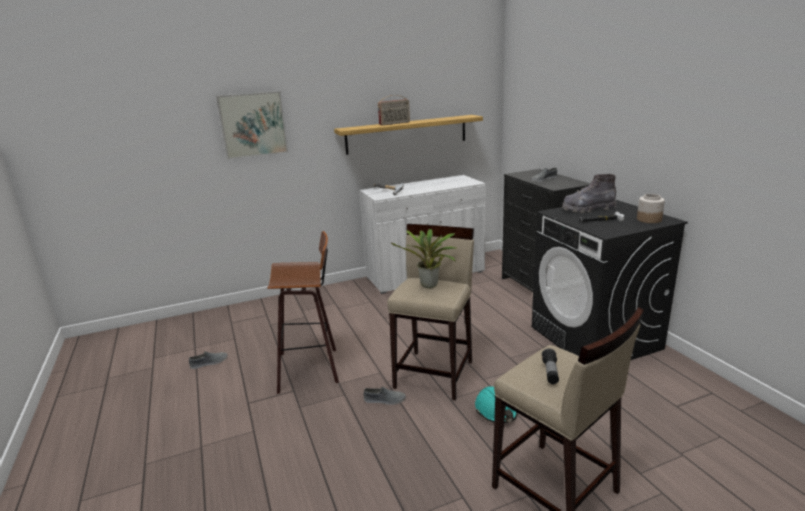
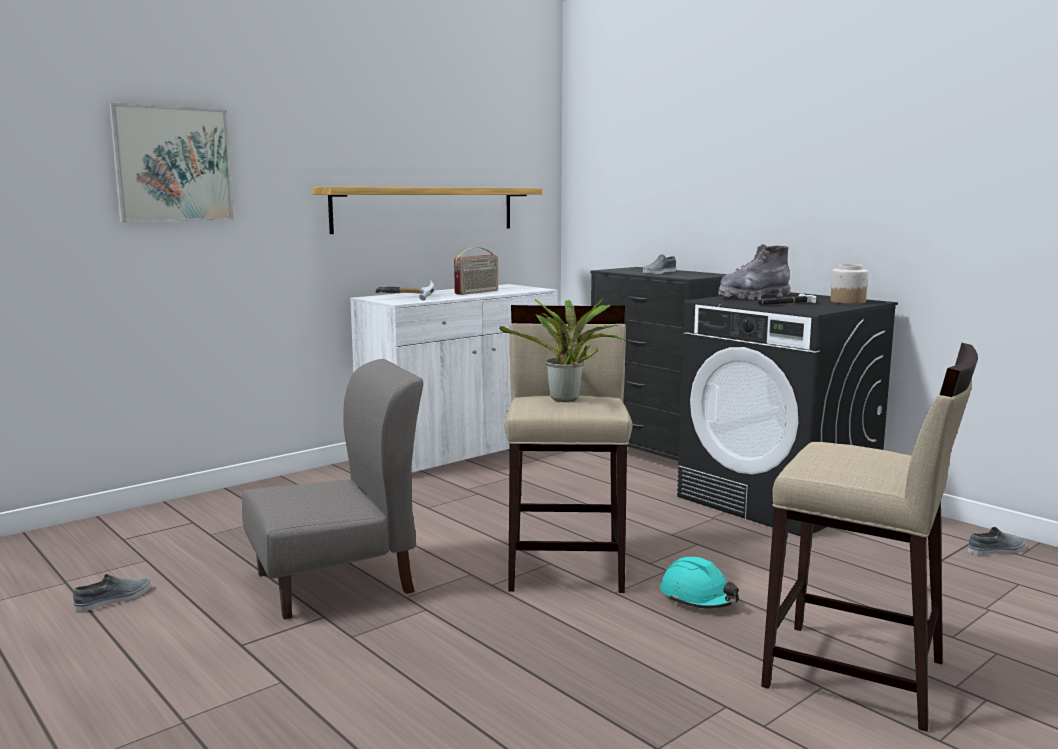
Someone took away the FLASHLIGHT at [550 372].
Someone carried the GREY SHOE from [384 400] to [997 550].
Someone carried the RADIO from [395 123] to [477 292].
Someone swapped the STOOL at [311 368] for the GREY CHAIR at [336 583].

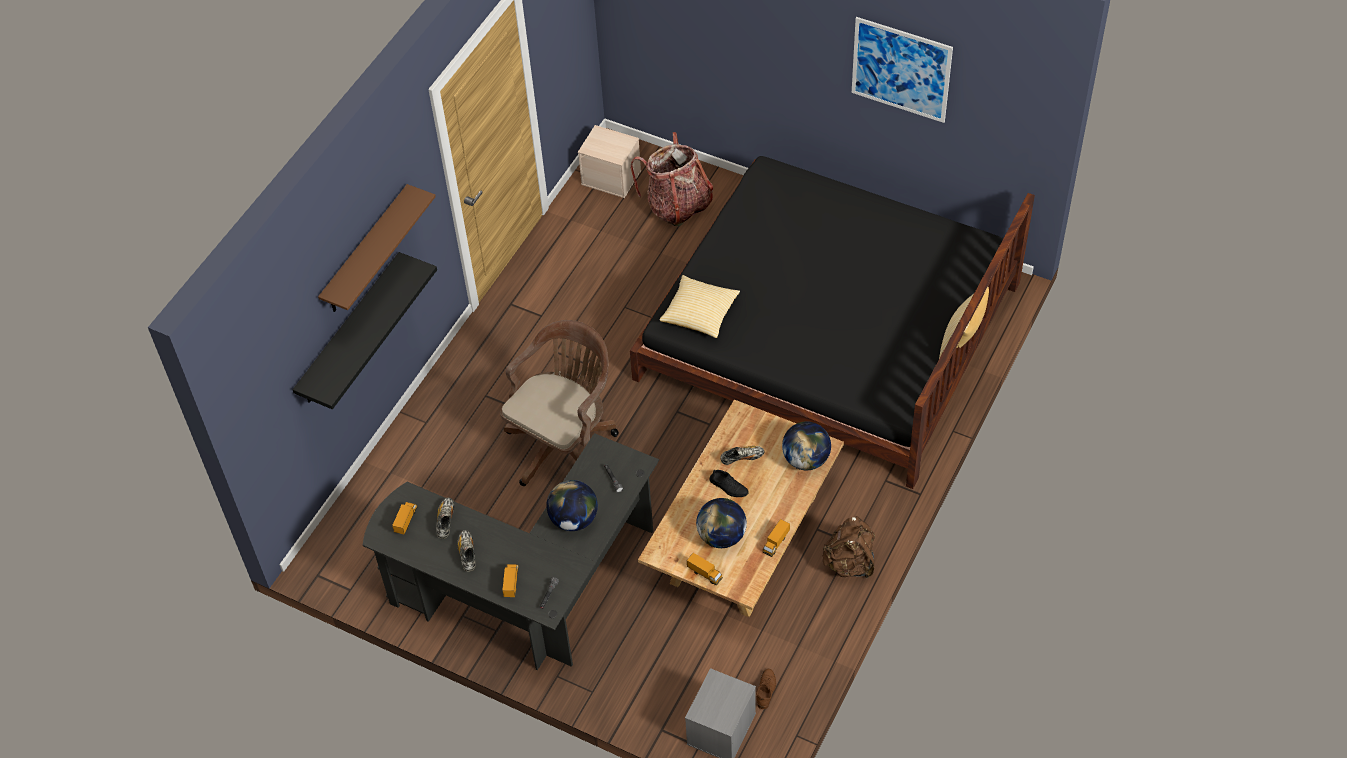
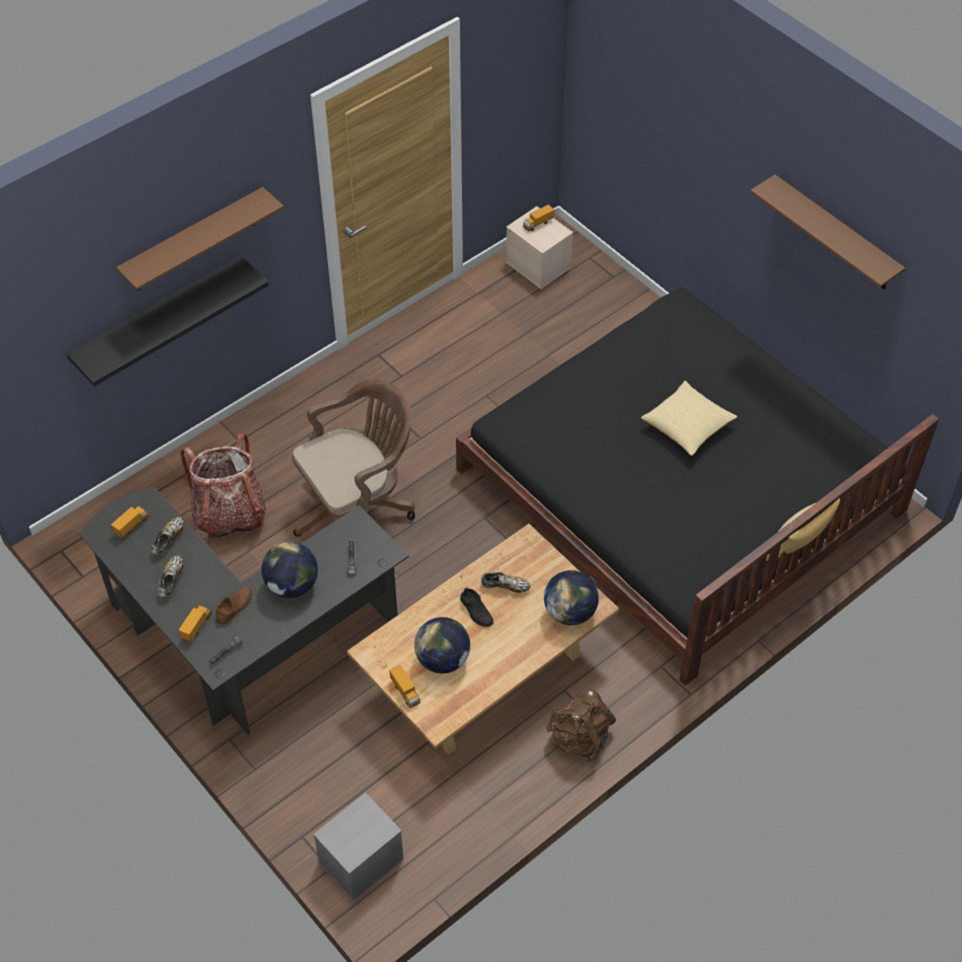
Someone carried the BACKPACK from [677 205] to [230 514].
Someone carried the PILLOW from [699 314] to [687 426].
Someone carried the BROWN SHOE from [766 690] to [234 607].
Someone carried the TOY TRUCK from [776 543] to [538 224].
Someone swapped the PICTURE at [901 69] for the BROWN SHELF at [835 235].

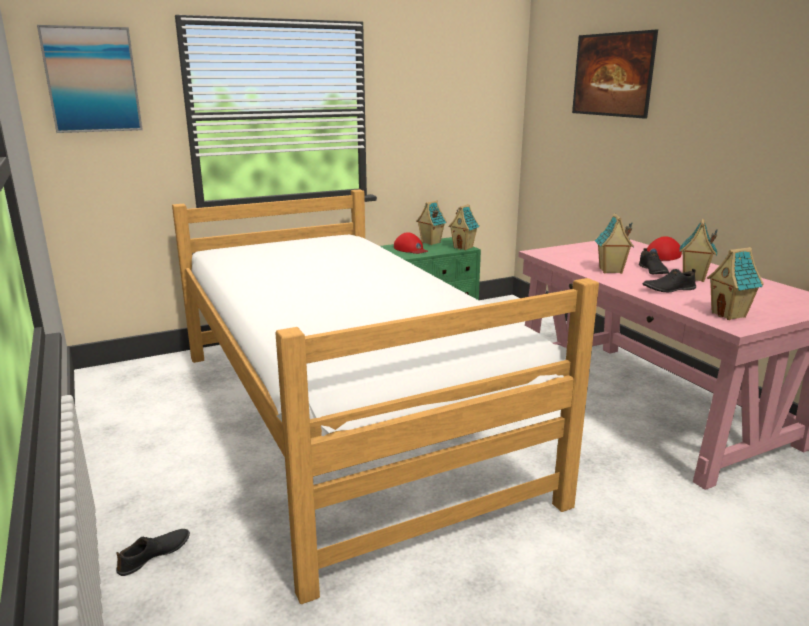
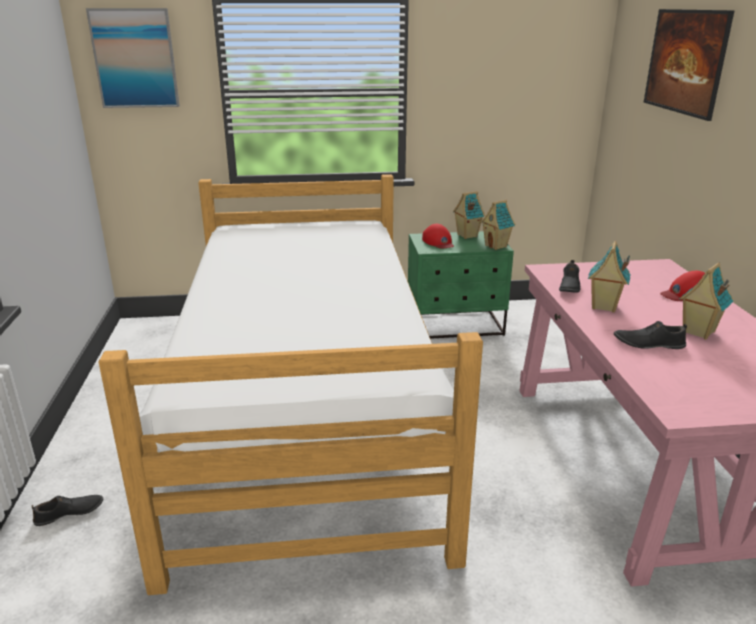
Someone took away the TOY HOUSE at [729 315].
Someone carried the BLACK SHOE from [652 271] to [569 286].

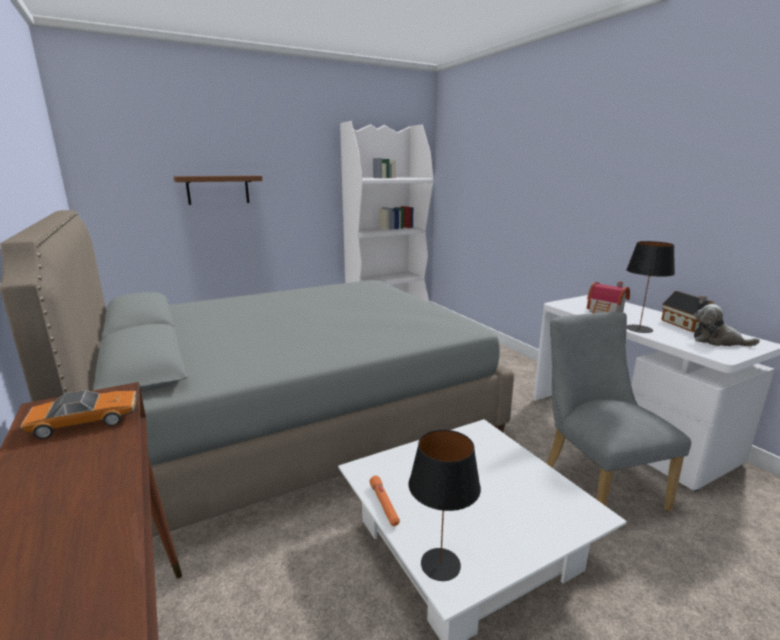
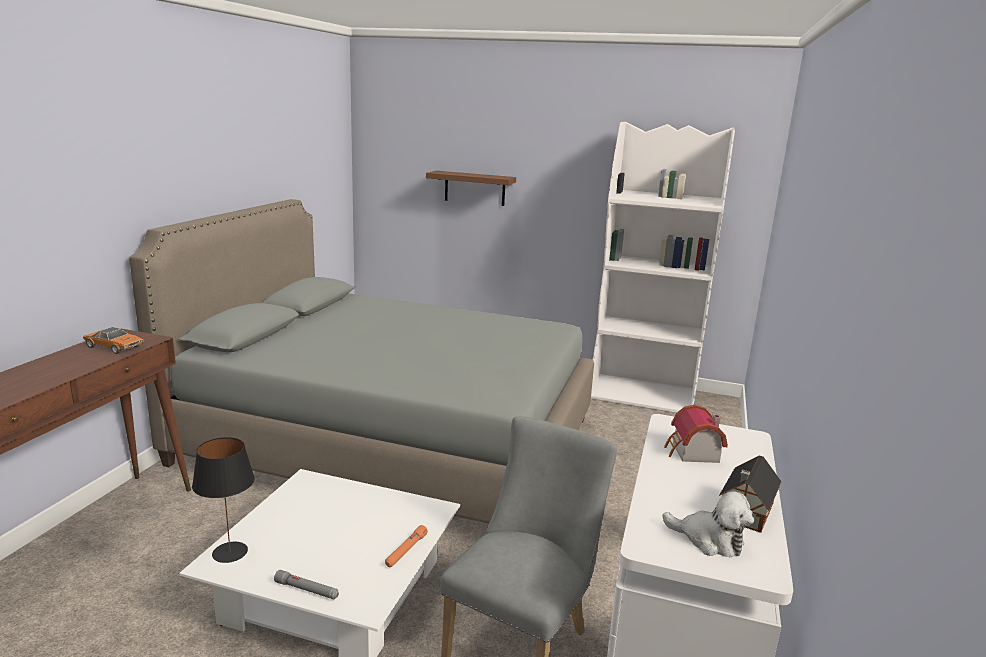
Someone took away the BLACK TABLE LAMP at [638 329].
Someone put down the GREY FLASHLIGHT at [307 590].
Someone carried the ORANGE FLASHLIGHT from [384 505] to [406 551].
Someone rotated the PLUSH TOY at [717 341] by 135 degrees clockwise.

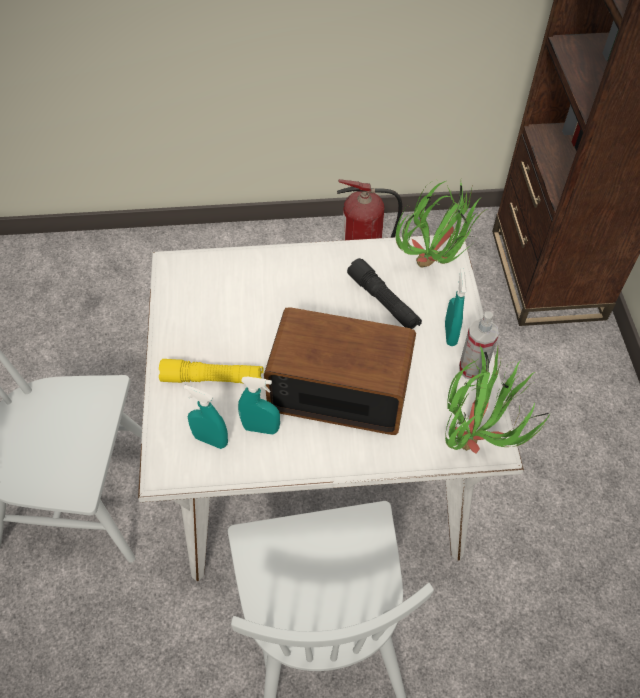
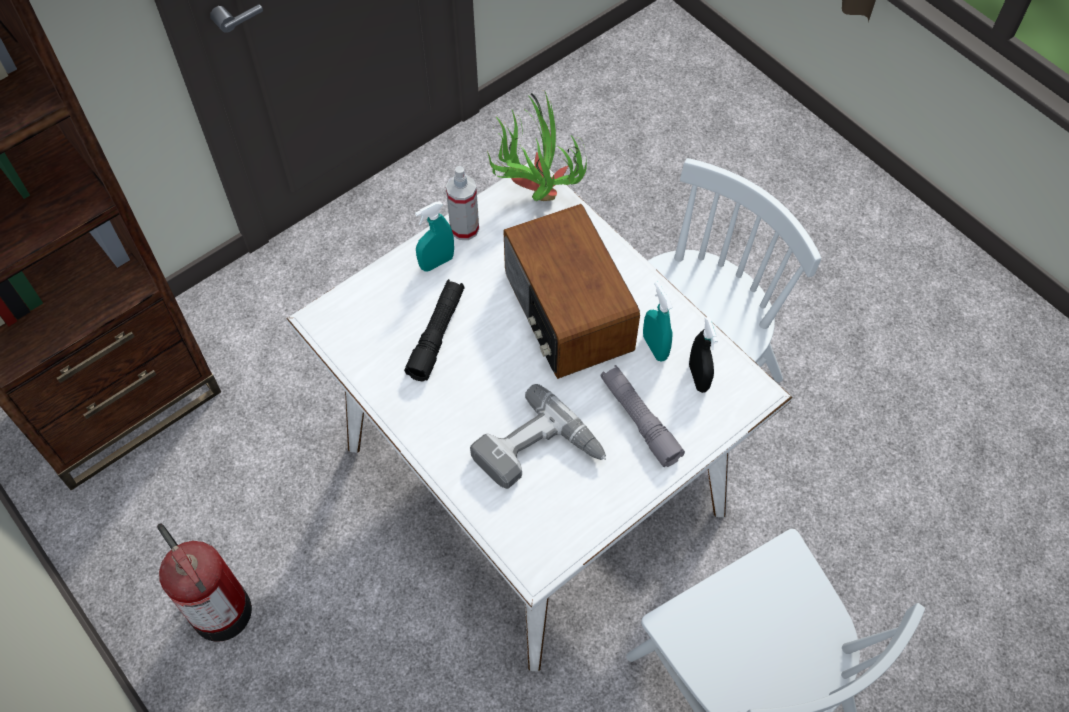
Someone took away the POTTED PLANT at [435 264].
Someone put down the POWER DRILL at [538 454].
Someone repainted the YELLOW FLASHLIGHT at [213 379], which became the GREY FLASHLIGHT at [639 420].
Someone repainted the TURQUOISE SPRAY BOTTLE at [211 440], which became the BLACK SPRAY BOTTLE at [698 377].

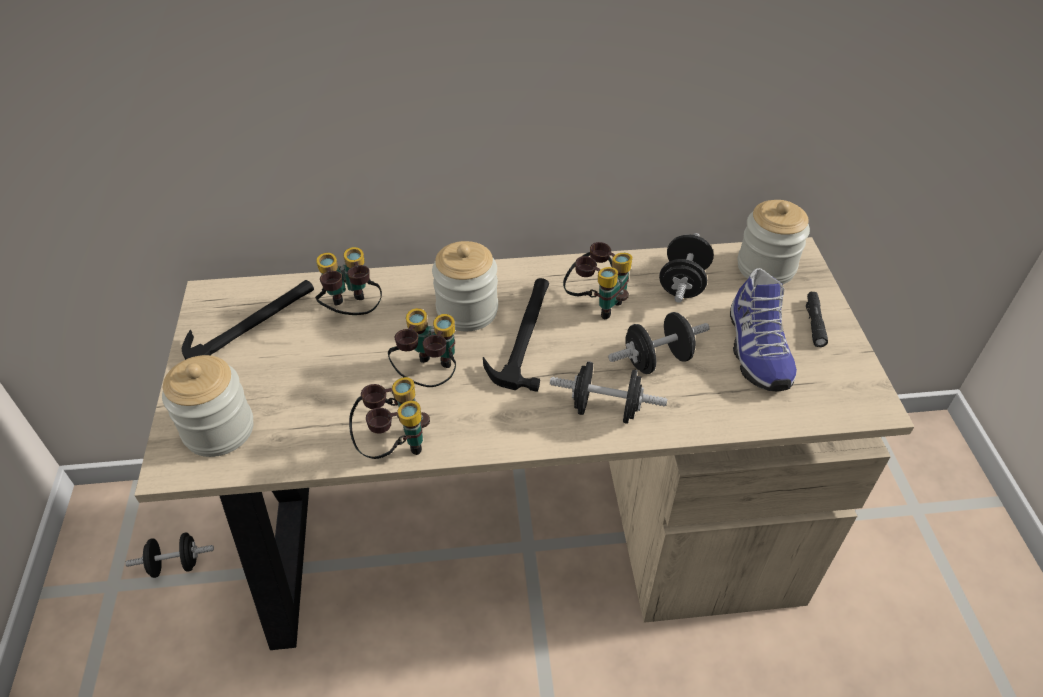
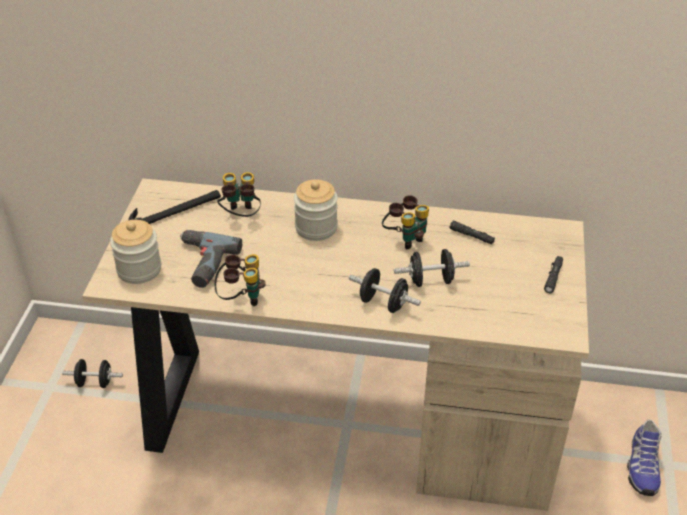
Someone took away the BINOCULARS at [428 376].
Someone took away the HAMMER at [524 334].
Someone took away the JAR at [766 267].
Someone put down the POWER DRILL at [201 263].
Someone carried the SHOE from [755 349] to [641 466].
Someone swapped the BLACK DUMBBELL at [683 283] for the BLACK FLASHLIGHT at [472 236].

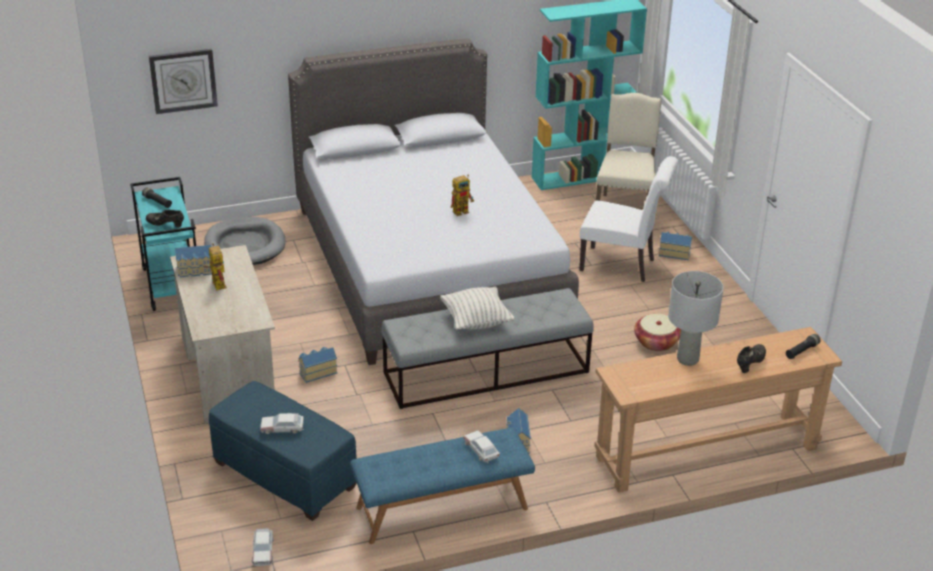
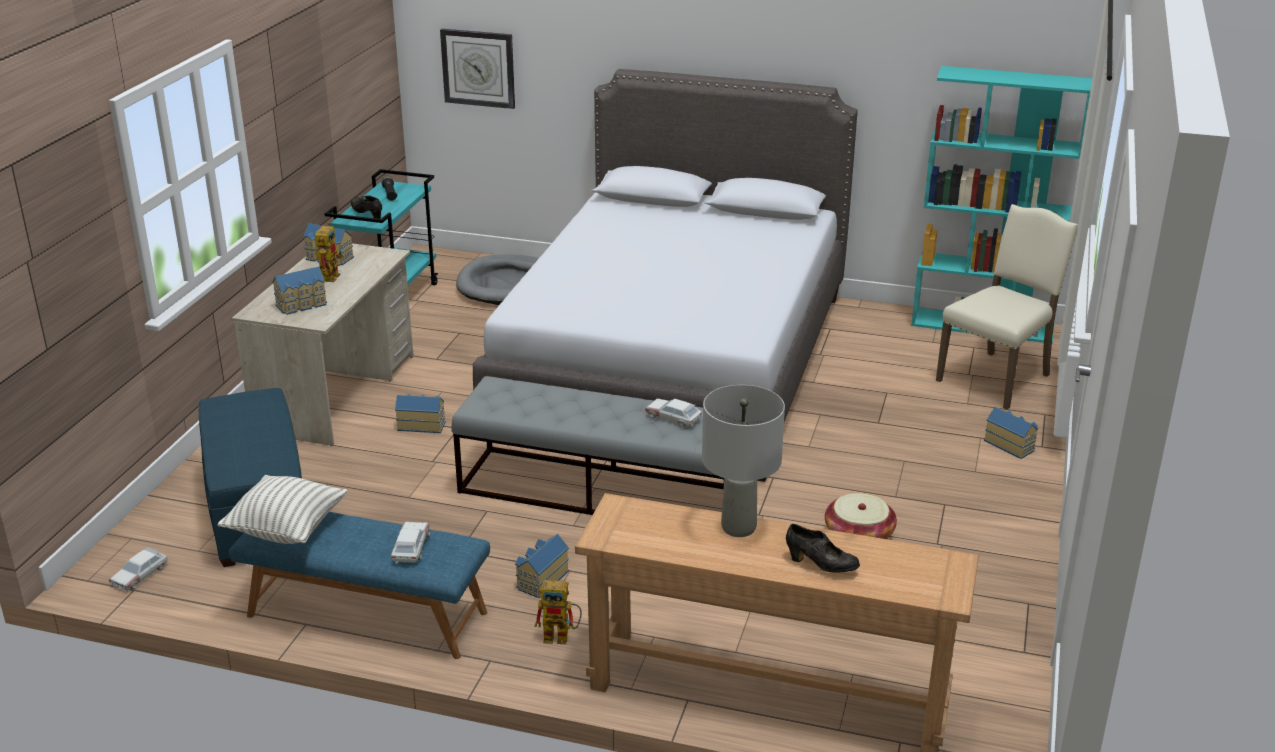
Someone took away the WHITE CHAIR at [622 265].
Someone took away the BLACK FLASHLIGHT at [802 351].
Someone put down the TOY HOUSE at [302 305].
Someone carried the TOY CAR from [282 428] to [673 418].
Someone carried the PILLOW from [476 321] to [287 530].
Someone carried the TOY ROBOT from [463 210] to [562 636].
Someone rotated the BLACK SHOE at [750 363] by 45 degrees clockwise.

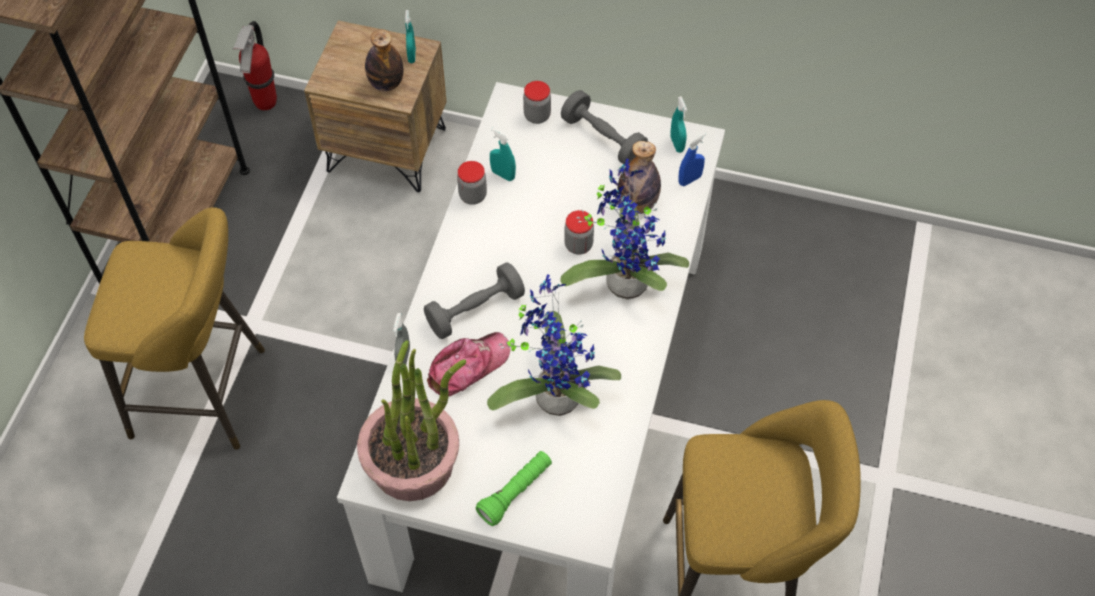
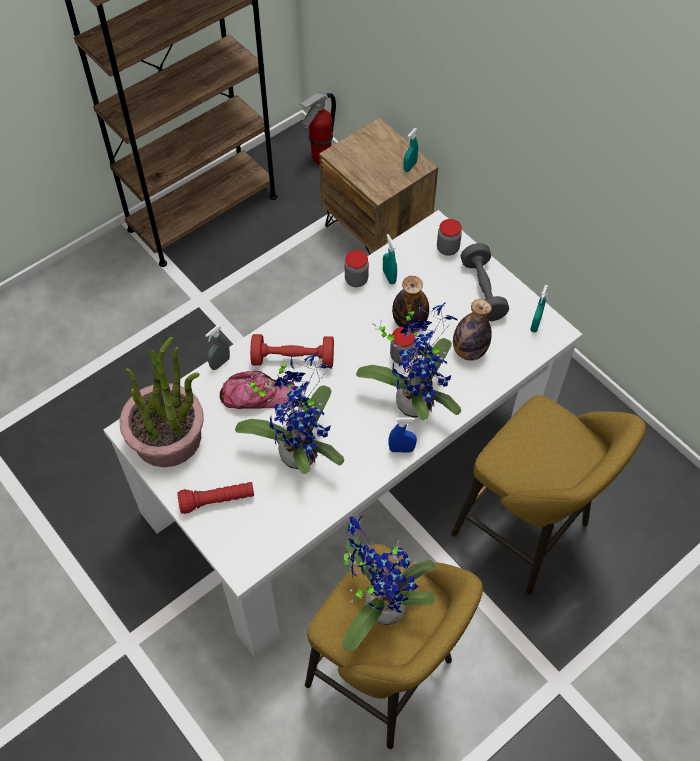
Someone put down the POTTED PLANT at [380 604].
Someone carried the YELLOW STOOL from [207 393] to [526 533].
Someone carried the BOTTLE from [386 83] to [409 322].
Someone carried the BLUE SPRAY BOTTLE from [689 180] to [401 449].
Someone repainted the GREY DUMBBELL at [475 310], which became the RED DUMBBELL at [293 359].
Someone repainted the GREEN FLASHLIGHT at [515 492], which became the RED FLASHLIGHT at [217 500].

